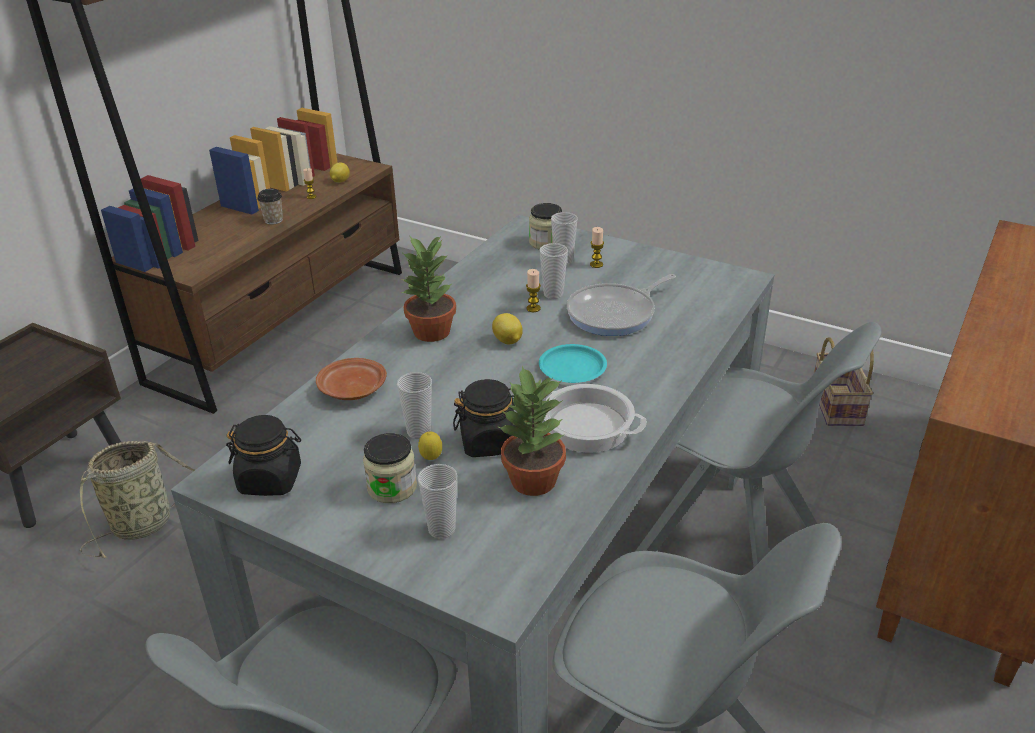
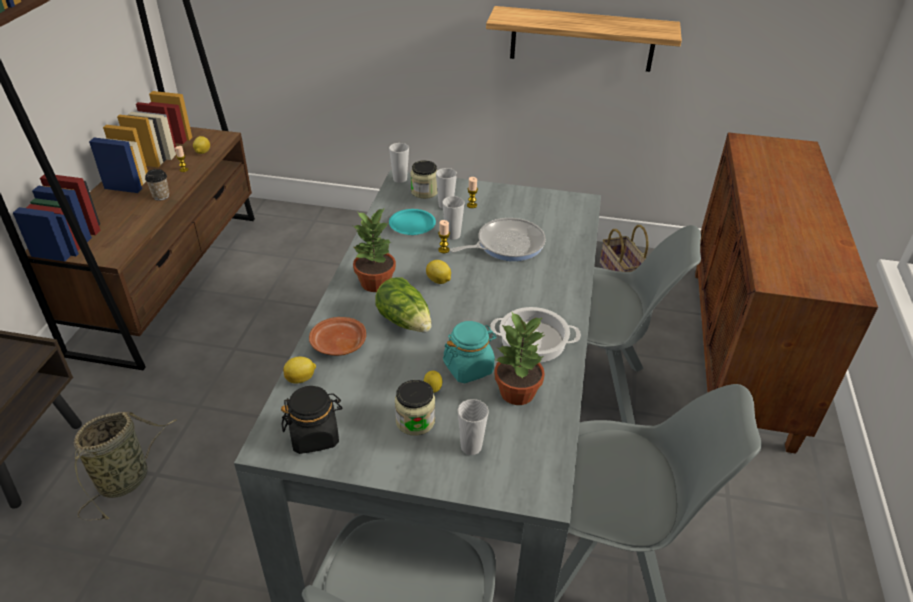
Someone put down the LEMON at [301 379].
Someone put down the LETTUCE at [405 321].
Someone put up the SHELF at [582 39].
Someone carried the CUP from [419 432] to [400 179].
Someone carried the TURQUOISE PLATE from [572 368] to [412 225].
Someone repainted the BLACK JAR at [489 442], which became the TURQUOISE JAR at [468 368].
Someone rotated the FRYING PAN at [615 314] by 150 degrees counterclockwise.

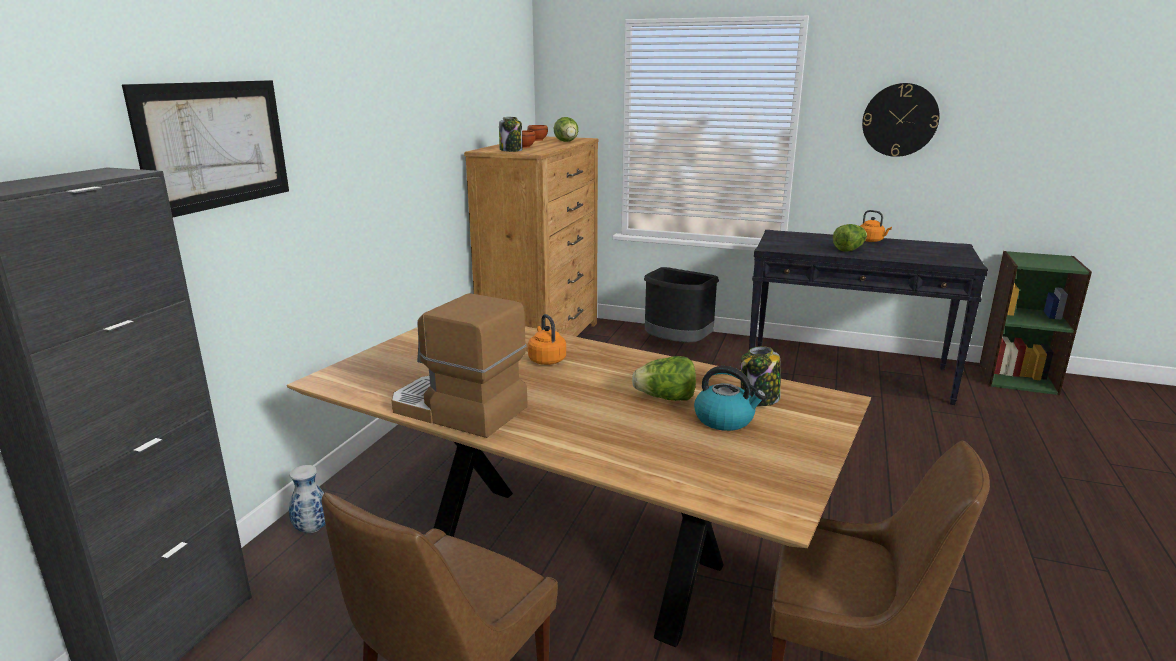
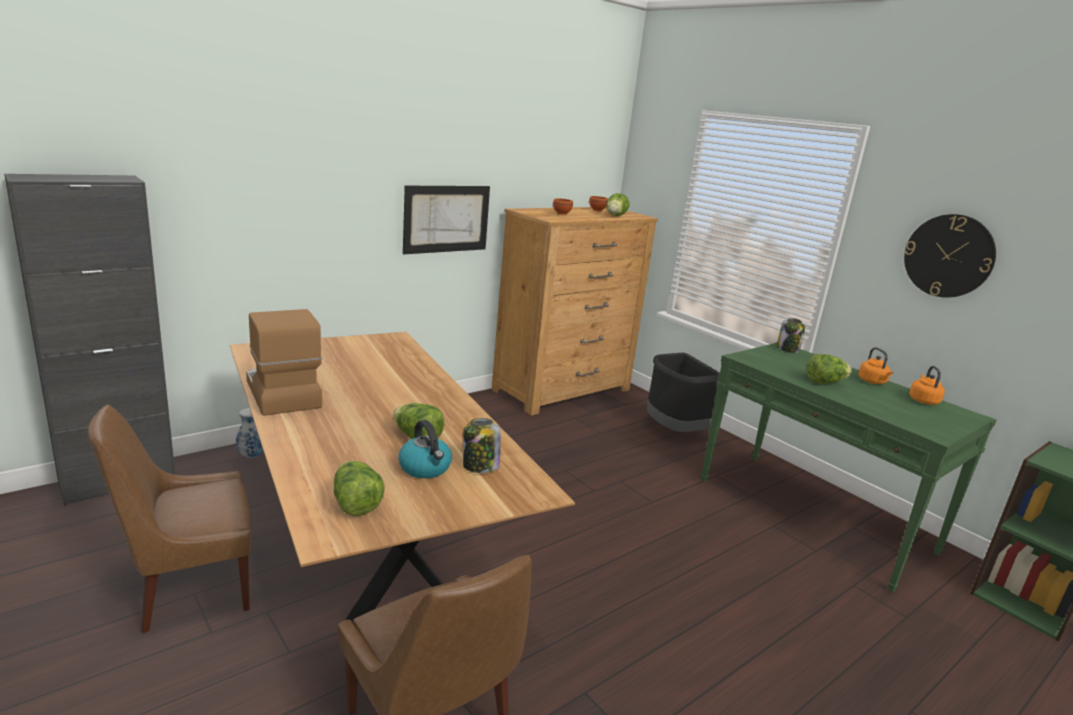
Someone put down the LETTUCE at [355 504].
Someone carried the PICTURE from [215 145] to [446 219].
Someone carried the JAR from [511 150] to [788 349].
Someone carried the ORANGE KETTLE from [546 359] to [923 400].
Someone repainted the BLACK CONSOLE TABLE at [848 372], which became the GREEN CONSOLE TABLE at [813 515].

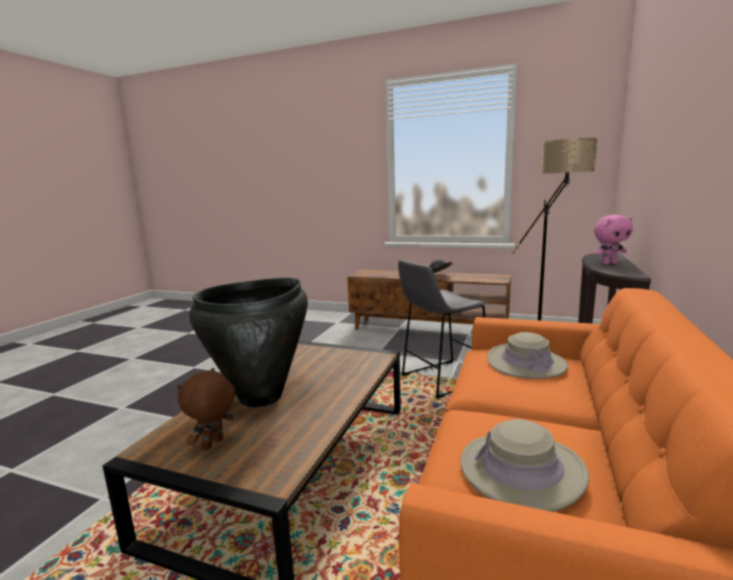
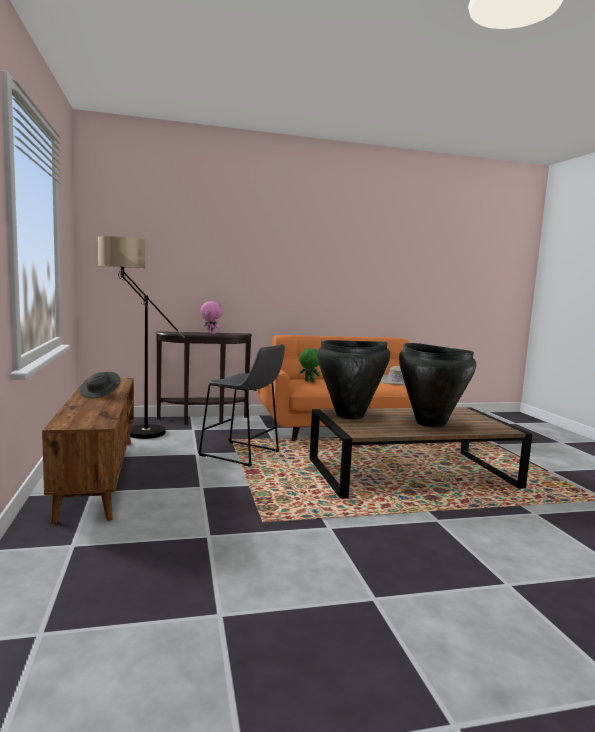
Someone took away the BROWN PLUSH TOY at [213 445].
Someone put down the BLACK VASE at [349 415].
Someone swapped the BEIGE HAT at [526 363] for the GREEN PLUSH TOY at [309 381].

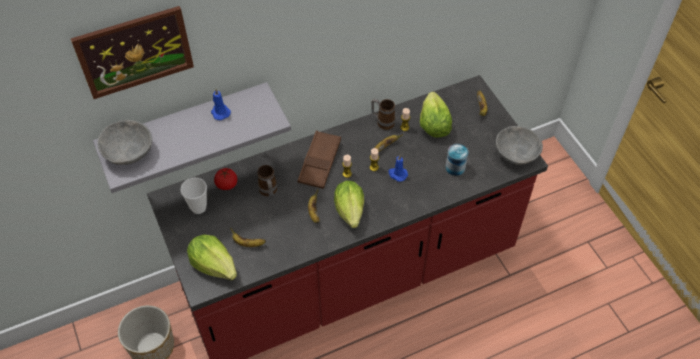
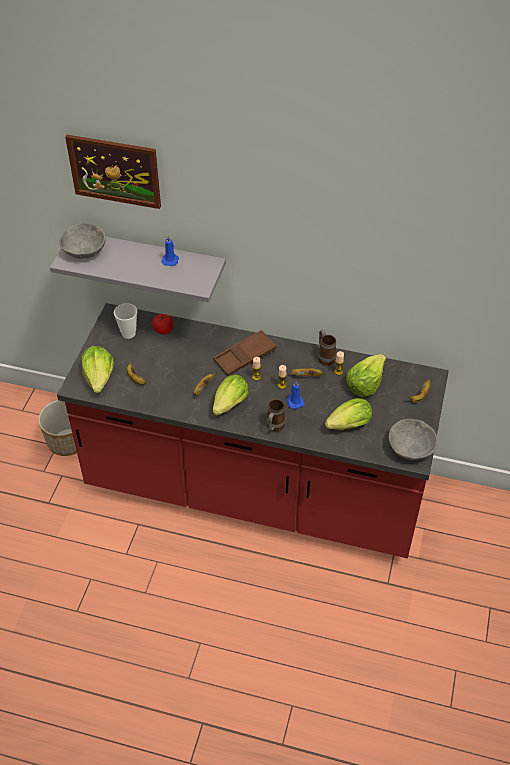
Someone carried the MUG from [269 192] to [274 427].
Someone swapped the CAN at [455 167] for the LETTUCE at [346 426].

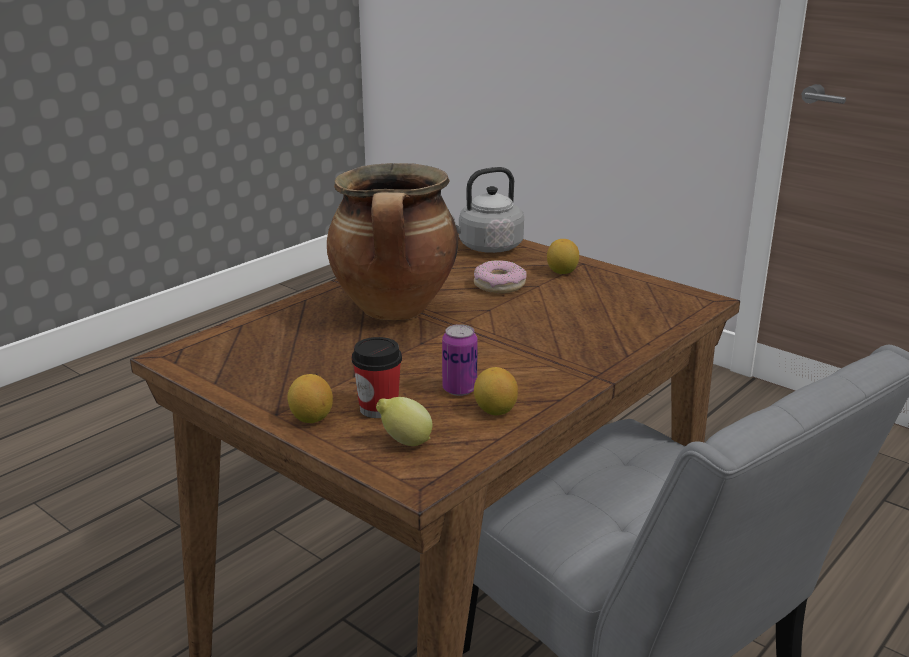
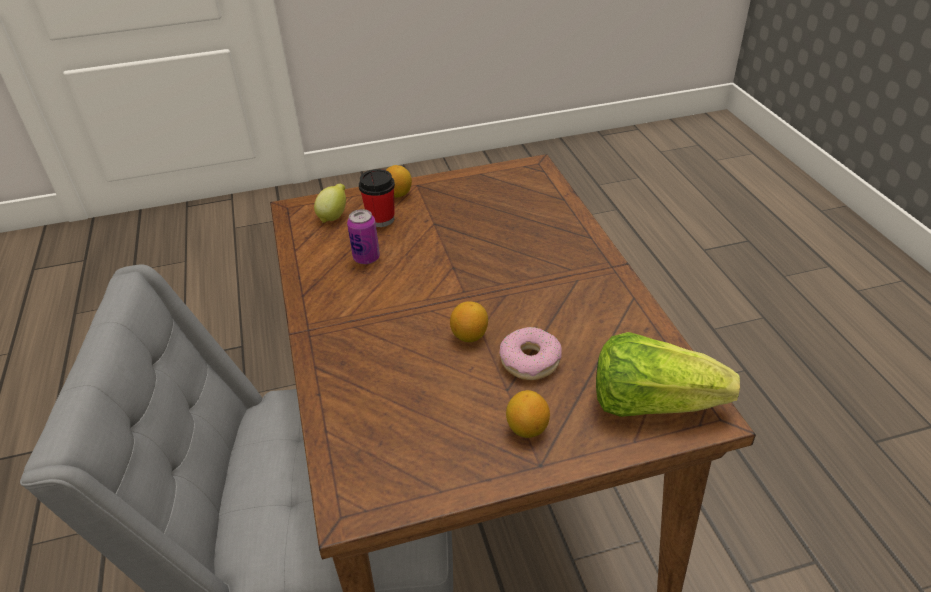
Someone took away the COOKING POT at [395 311].
Someone carried the LEMON from [495 411] to [469 335].
Someone swapped the GREY KETTLE at [486 247] for the LETTUCE at [651 403].

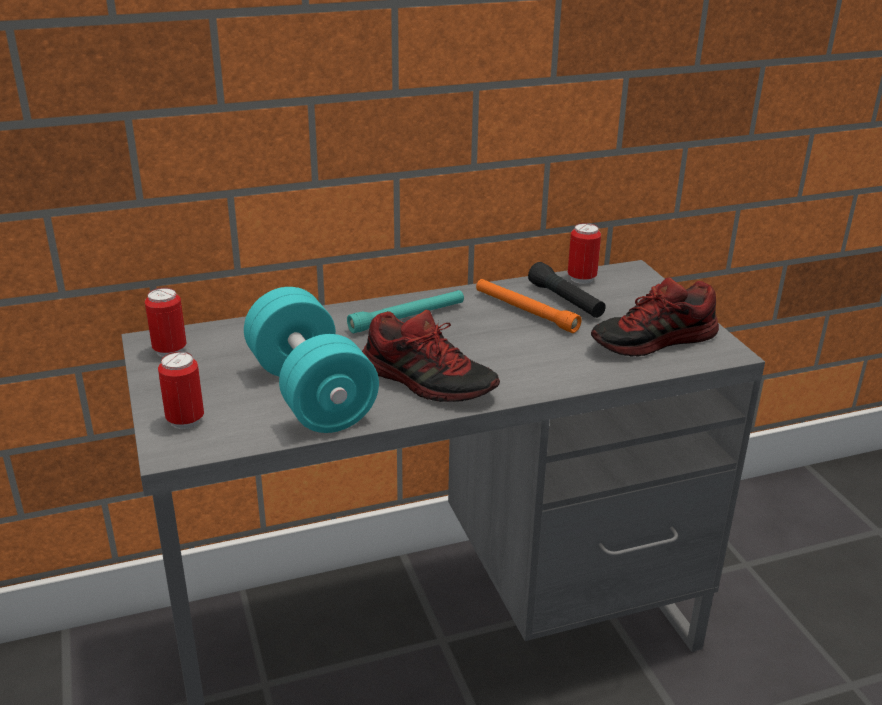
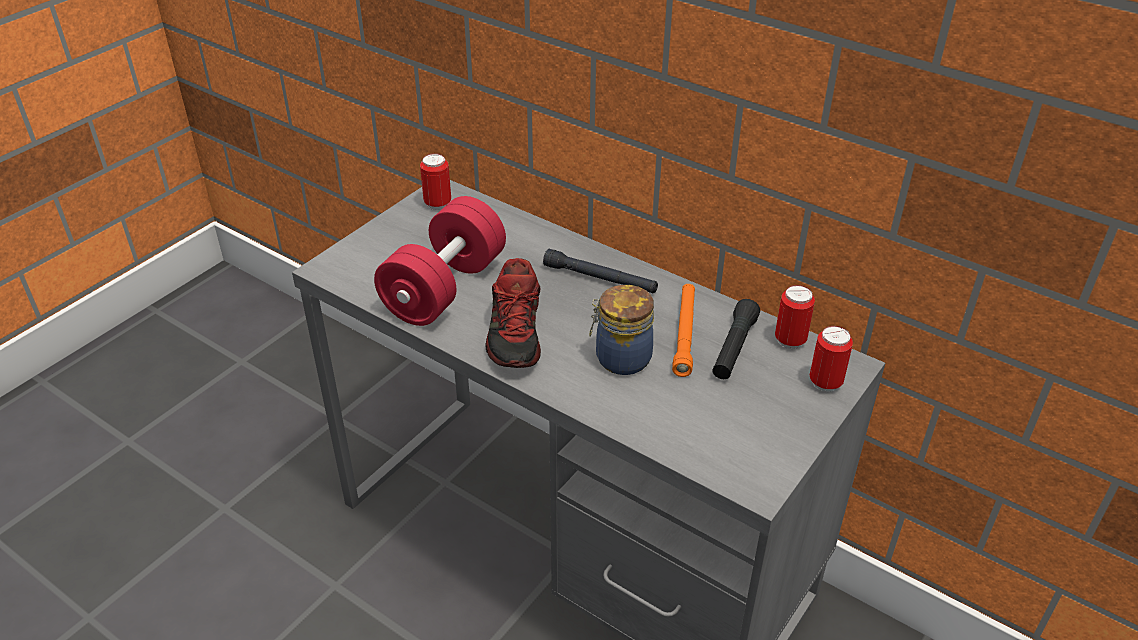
Someone took away the SHOE at [654 341].
Someone put down the JAR at [620 358].
Someone carried the CAN from [185 420] to [825 383].
Someone repainted the TURQUOISE DUMBBELL at [311 393], which became the RED DUMBBELL at [444 288].
Someone repainted the TURQUOISE FLASHLIGHT at [407 318], which became the BLACK FLASHLIGHT at [600 279].

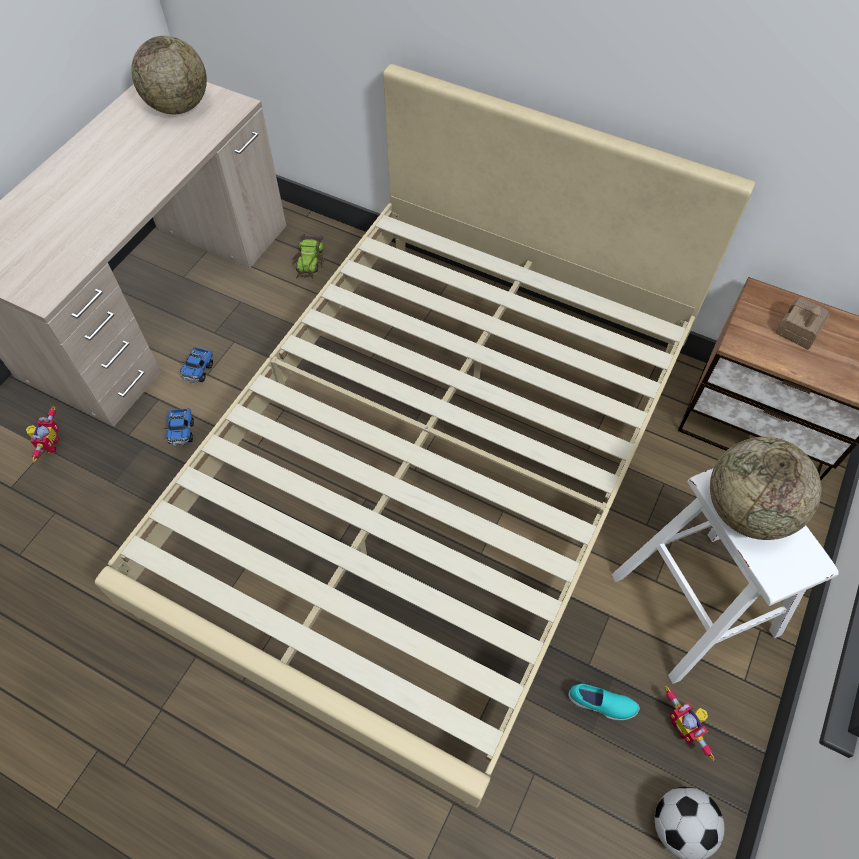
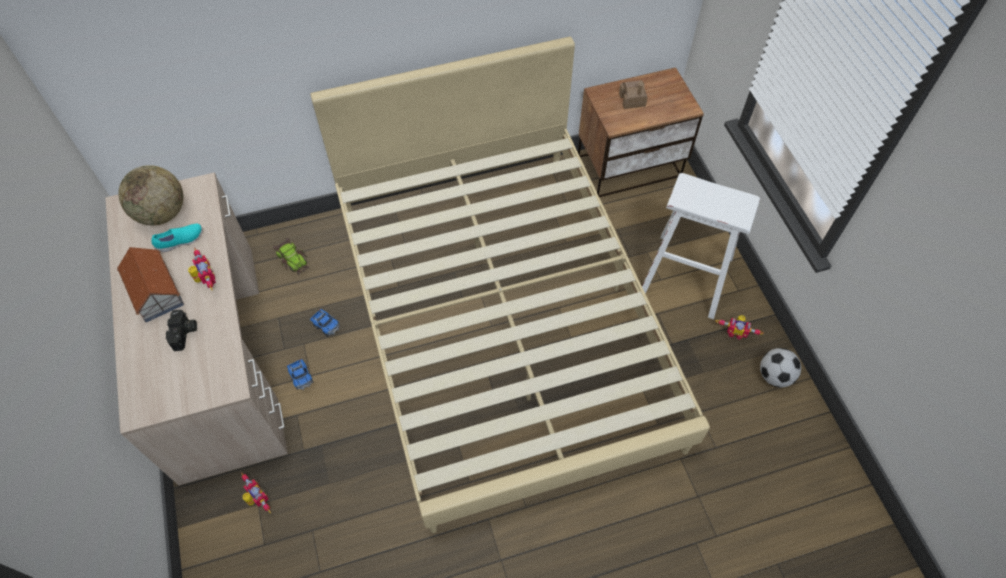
Someone took away the GLOBE at [747 510].
Someone put down the TOY HOUSE at [155 290].
Someone put down the PHOTO CAMERA at [185 334].
Someone put down the TOY ROBOT at [206 280].
Someone carried the TOY TRUCK from [182 432] to [326 326].
Someone carried the TURQUOISE SHOE from [601 704] to [181 242].

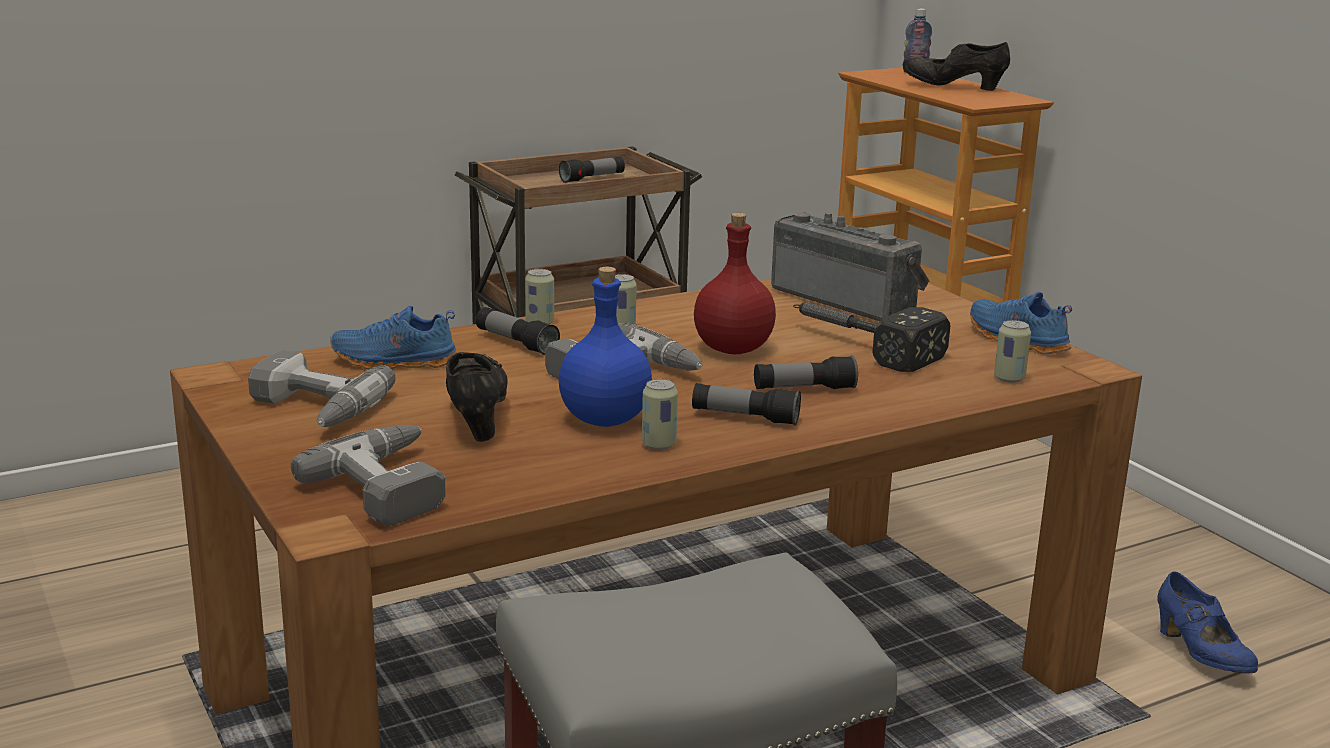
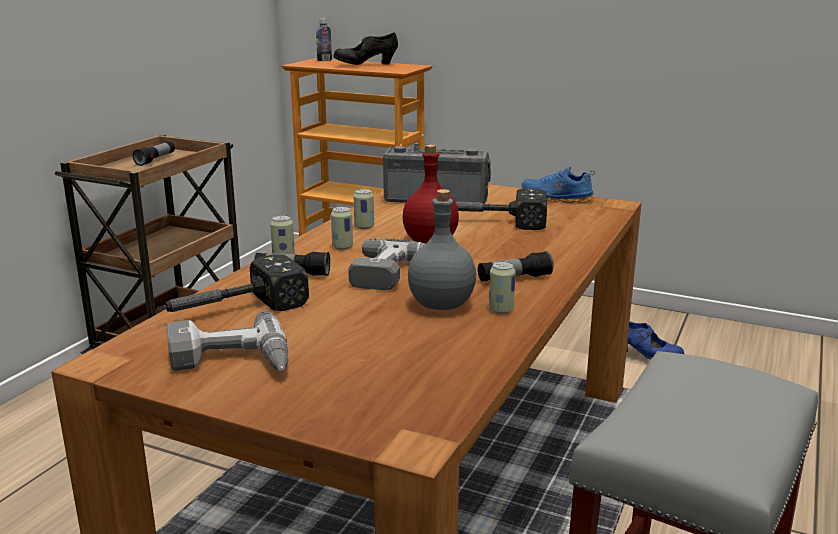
Someone took away the POWER DRILL at [393 485].
Someone took away the BLACK SHOE at [475 417].
Someone took away the FLASHLIGHT at [804 389].
Someone carried the CAN from [1009 378] to [364 227].
Someone swapped the BLUE SHOE at [394 362] for the HAMMER at [231 310].
Someone repainted the BLUE BOTTLE at [605 420], which became the GREY BOTTLE at [442 305].

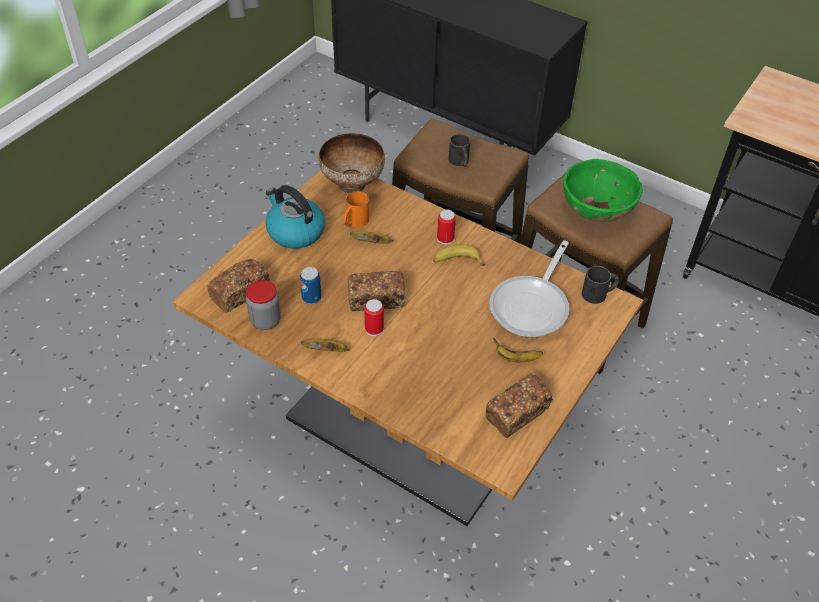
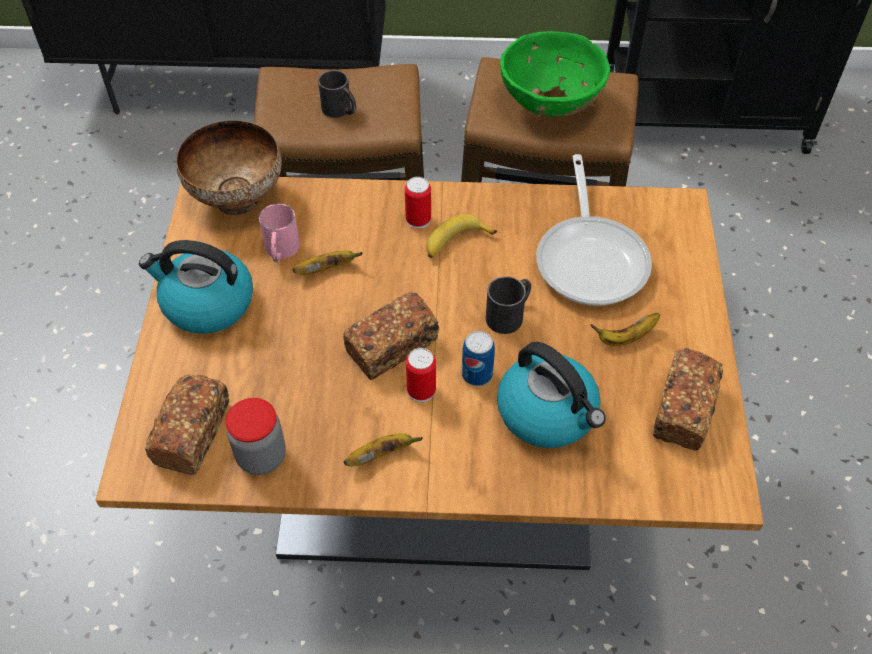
Someone put down the KETTLE at [548 413].
Someone carried the CAN from [311 297] to [477 374].
Someone carried the BLACK MUG from [598 293] to [509 314].
Someone repainted the ORANGE MUG at [354 222], which became the PINK MUG at [281 251].

